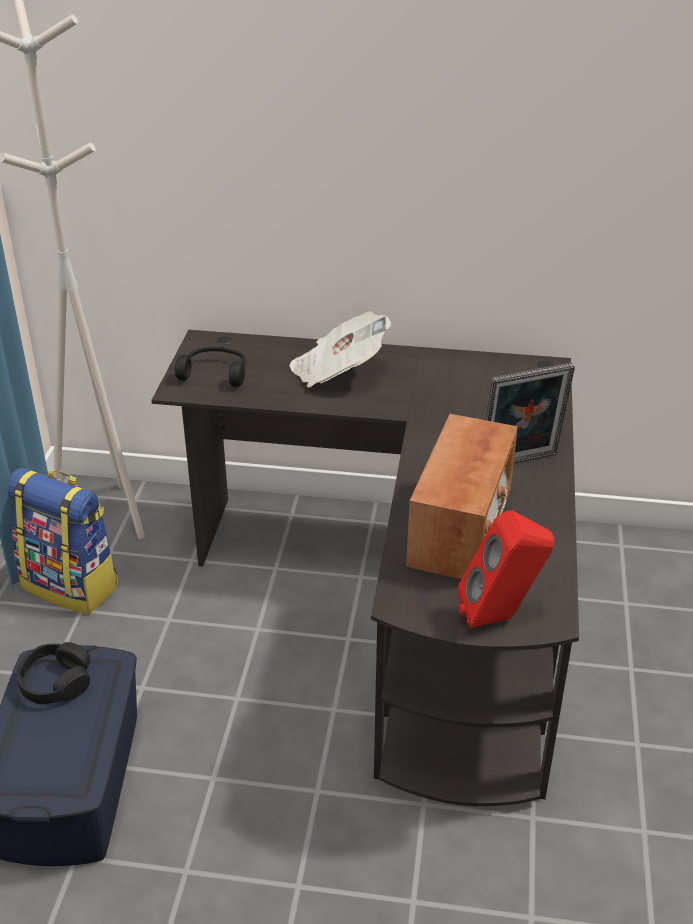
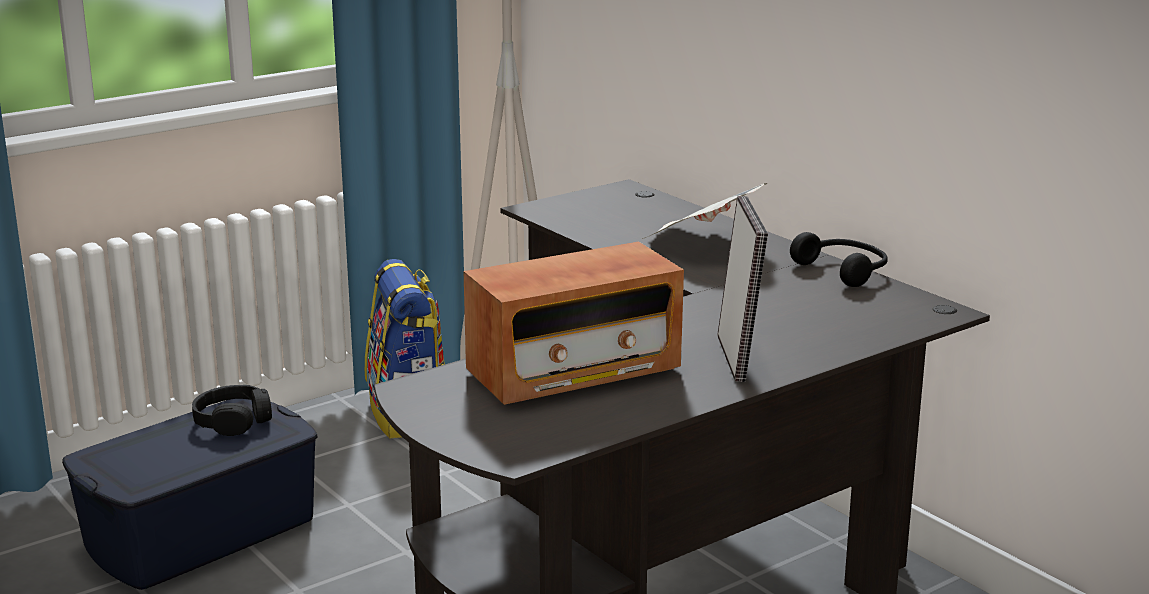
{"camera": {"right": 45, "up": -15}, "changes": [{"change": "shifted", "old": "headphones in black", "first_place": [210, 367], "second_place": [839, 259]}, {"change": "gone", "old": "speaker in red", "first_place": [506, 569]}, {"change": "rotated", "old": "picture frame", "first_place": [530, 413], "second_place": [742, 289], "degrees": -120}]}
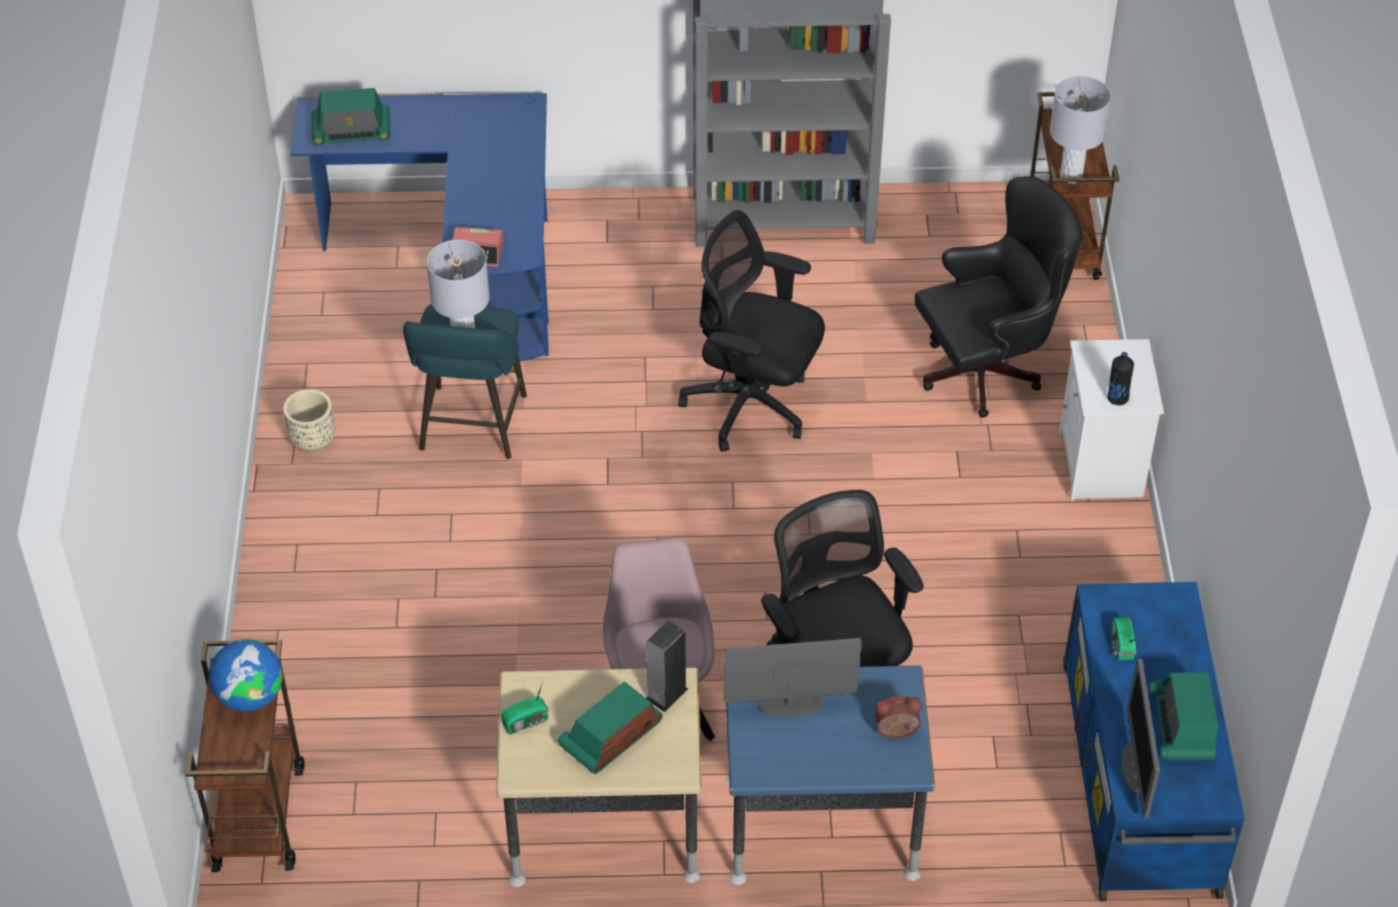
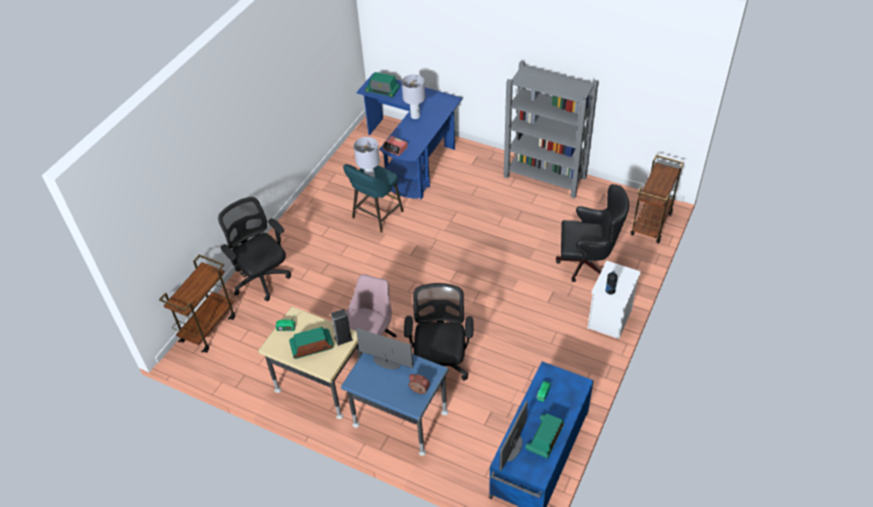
{"camera": {"right": 30, "up": 0}, "changes": [{"change": "gone", "old": "globe", "first_place": [246, 675]}, {"change": "gone", "old": "planter in beige", "first_place": [309, 421]}, {"change": "shifted", "old": "office chair in black", "first_place": [751, 331], "second_place": [254, 249]}, {"change": "shifted", "old": "table lamp in grey", "first_place": [1080, 129], "second_place": [413, 96]}]}
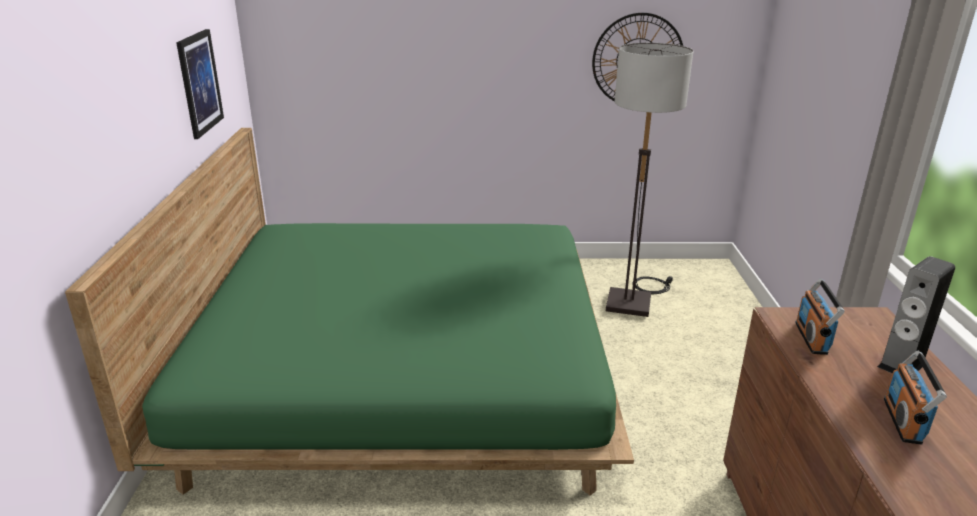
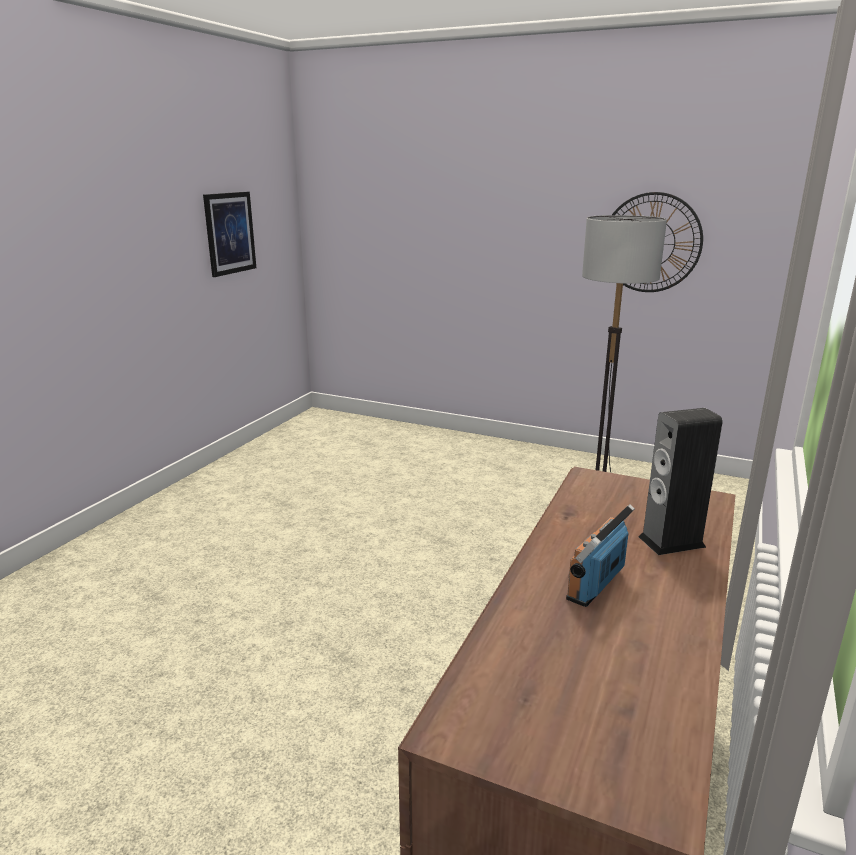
{"camera": {"right": 25, "up": -5}, "changes": [{"change": "gone", "old": "bed in green", "first_place": [349, 312]}, {"change": "gone", "old": "radio", "first_place": [820, 316]}]}
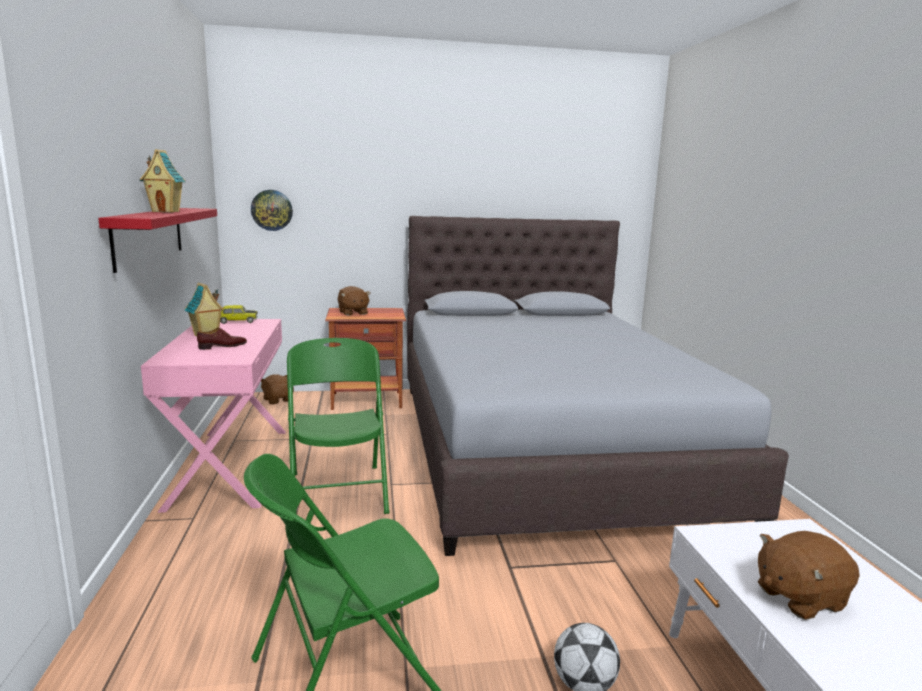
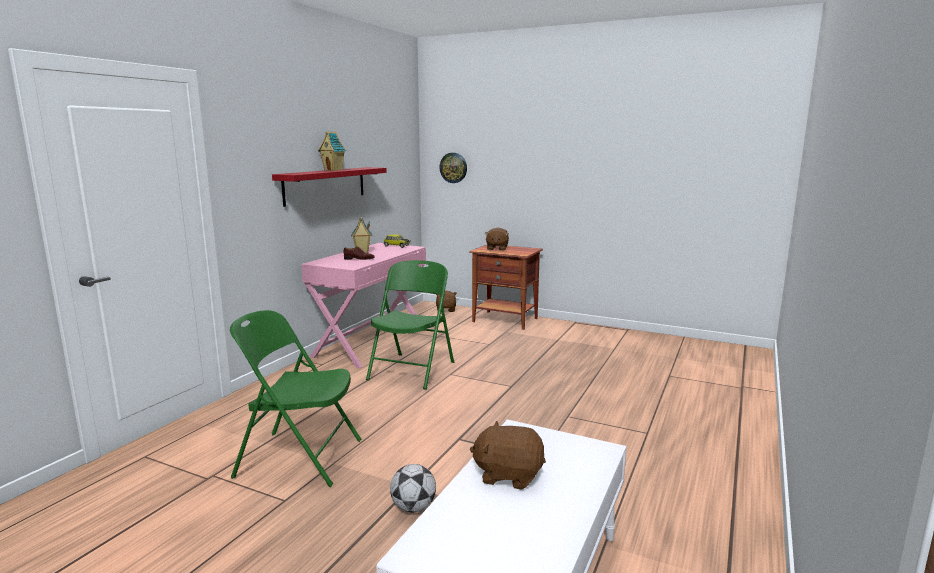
{"camera": {"right": 35, "up": 0}, "changes": [{"change": "gone", "old": "bed in grey", "first_place": [598, 386]}]}
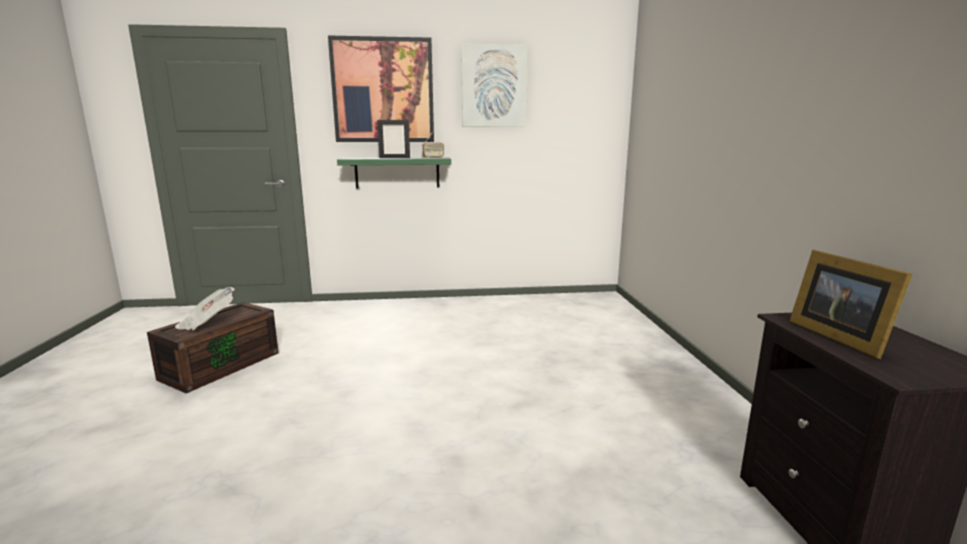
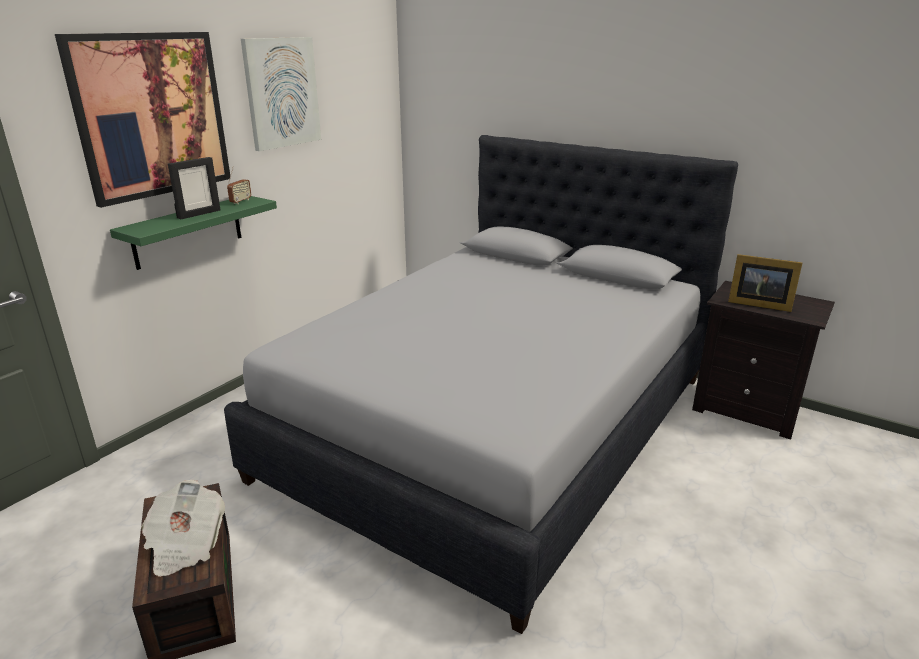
{"camera": {"right": -50, "up": 10}, "changes": [{"change": "new", "new": "bed in grey", "second_place": [481, 384]}]}
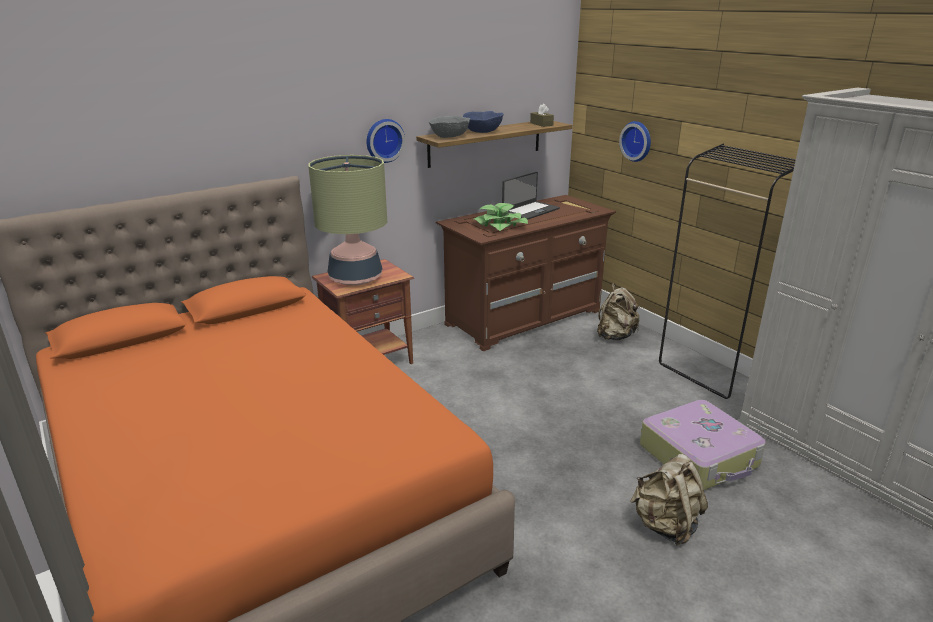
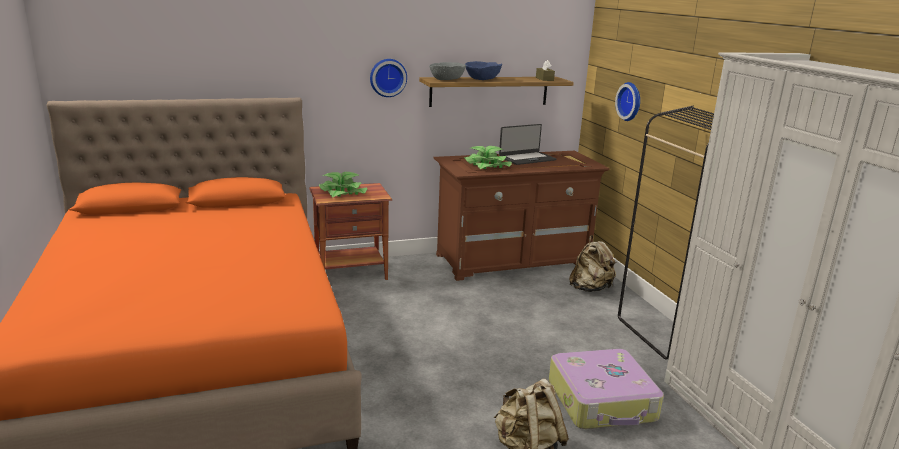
{"camera": {"right": 15, "up": -5}, "changes": [{"change": "swapped", "old": "table lamp", "new": "potted plant", "first_place": [347, 220], "second_place": [343, 185]}]}
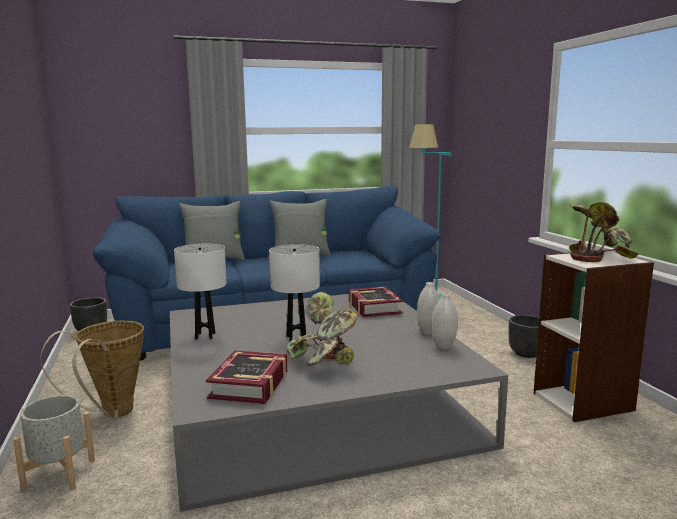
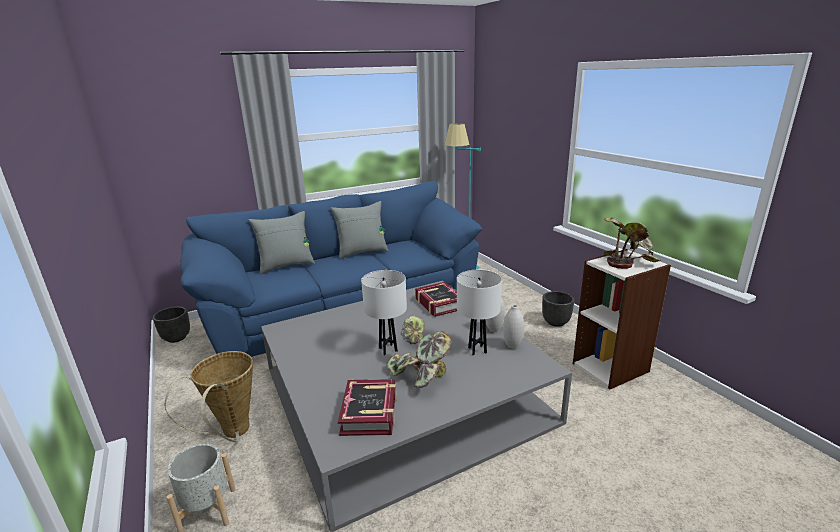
{"camera": {"right": -10, "up": 10}, "changes": [{"change": "shifted", "old": "table lamp in white", "first_place": [200, 292], "second_place": [479, 313]}]}
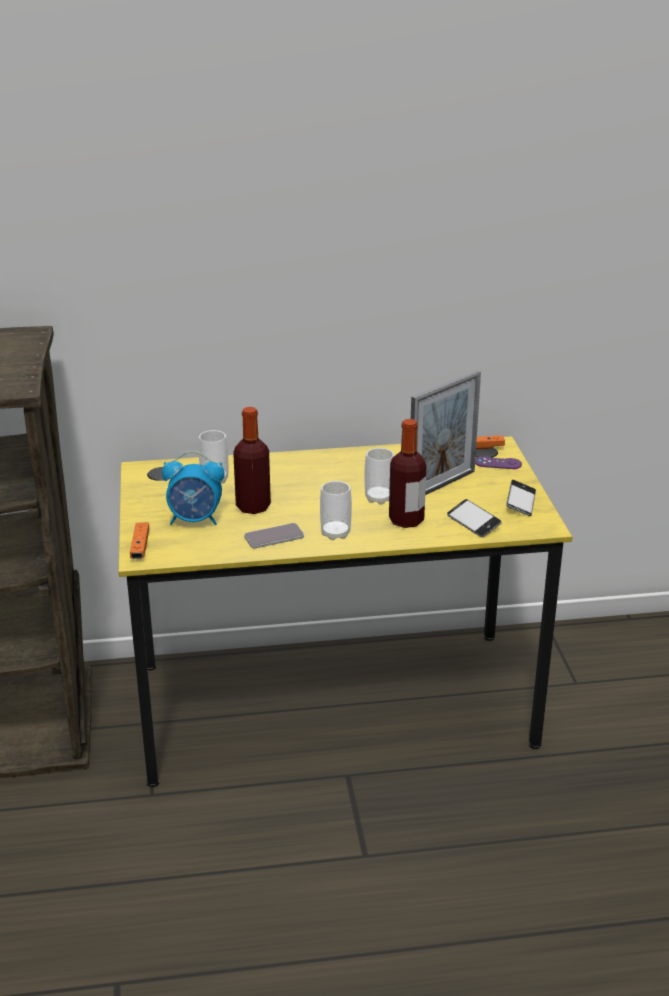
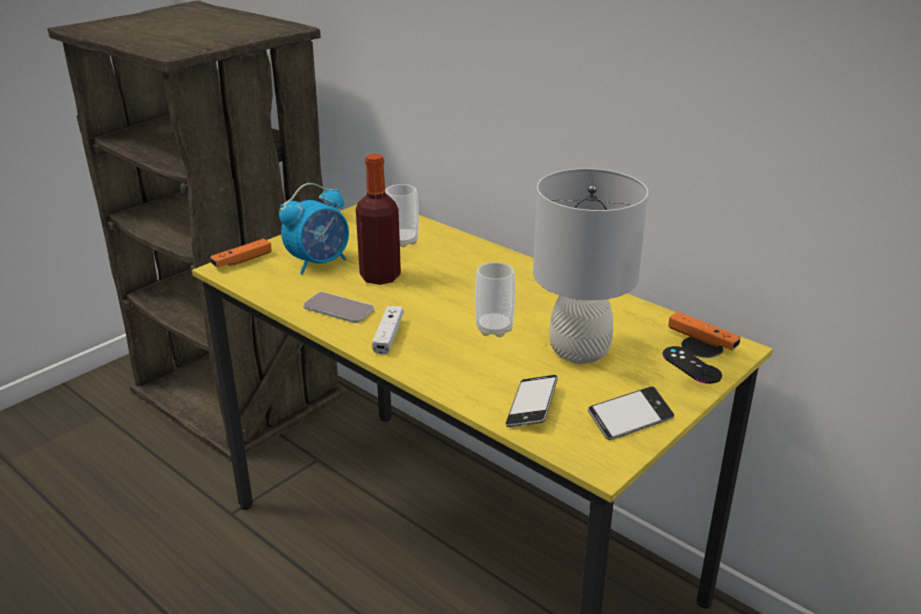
{"camera": {"right": 50, "up": 0}, "changes": [{"change": "rotated", "old": "alarm clock", "first_place": [193, 488], "second_place": [314, 229], "degrees": -90}, {"change": "swapped", "old": "cup", "new": "game controller in white", "first_place": [336, 510], "second_place": [387, 330]}, {"change": "gone", "old": "bottle", "first_place": [407, 473]}, {"change": "swapped", "old": "picture frame", "new": "table lamp in grey", "first_place": [446, 432], "second_place": [590, 266]}, {"change": "repainted", "old": "game controller in purple", "new": "game controller in black", "first_place": [498, 462], "second_place": [692, 365]}]}
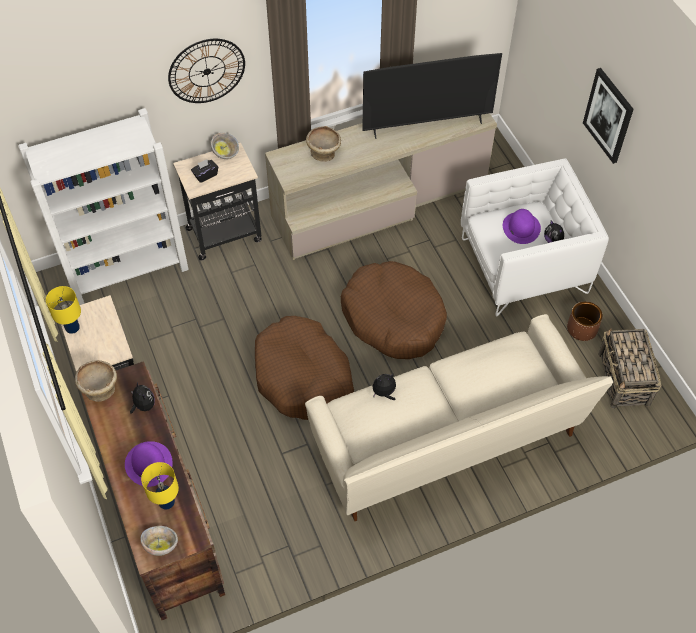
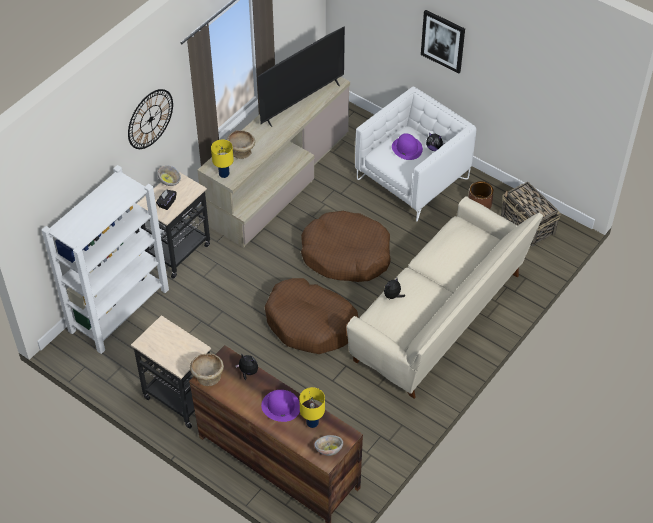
{"camera": {"right": -30, "up": -5}, "changes": [{"change": "shifted", "old": "table lamp in yellow", "first_place": [63, 310], "second_place": [222, 159]}]}
